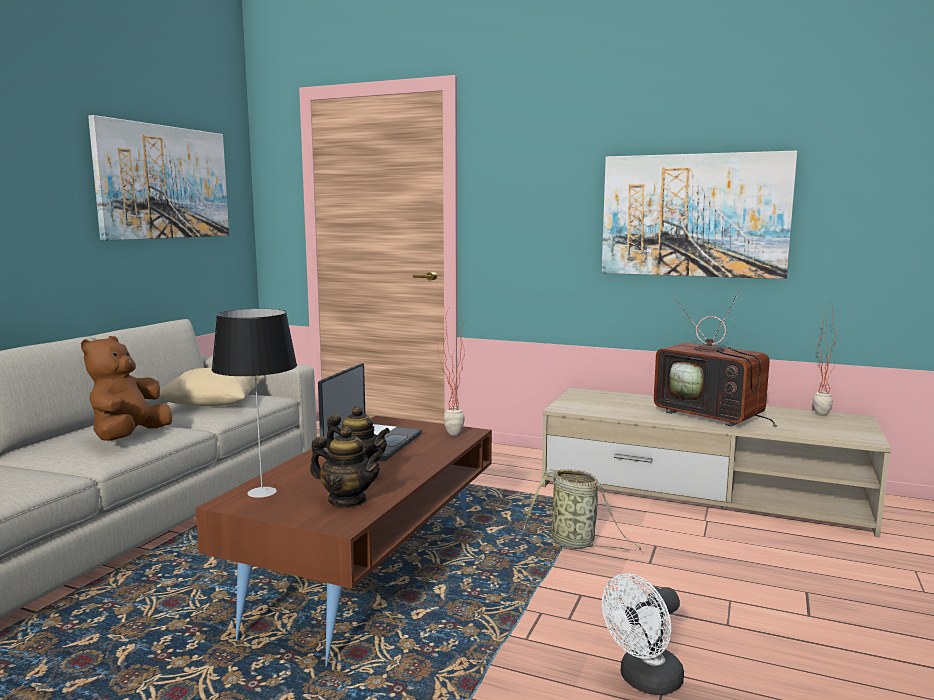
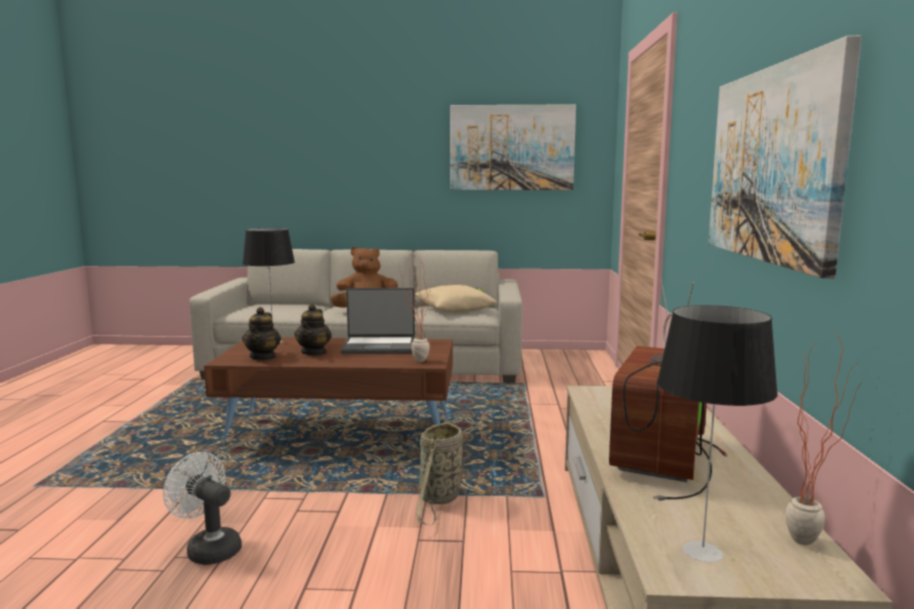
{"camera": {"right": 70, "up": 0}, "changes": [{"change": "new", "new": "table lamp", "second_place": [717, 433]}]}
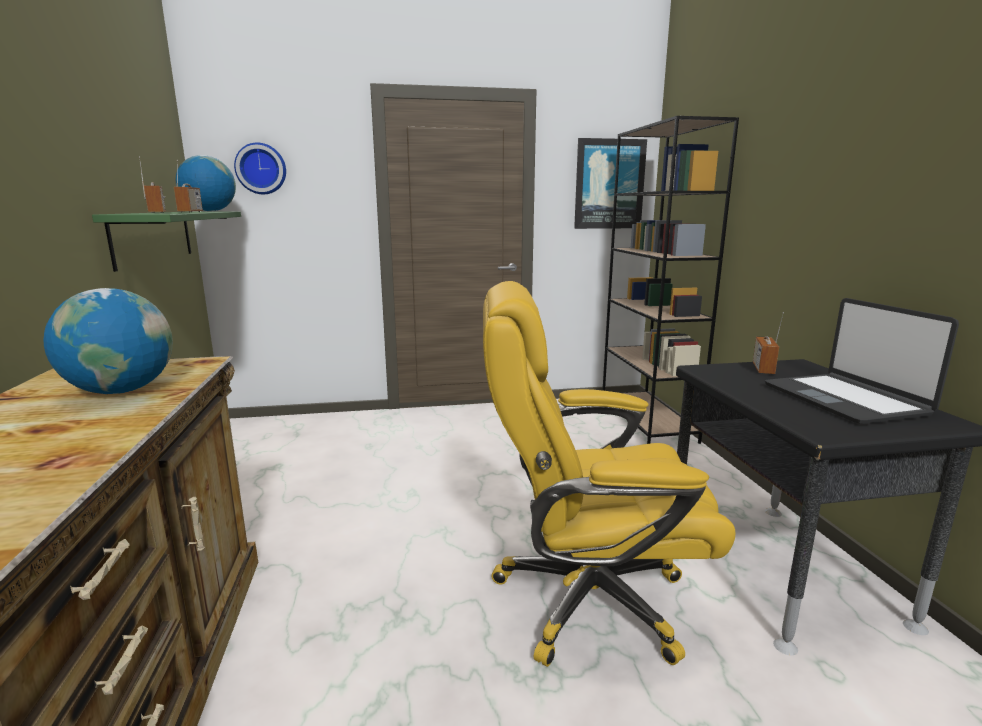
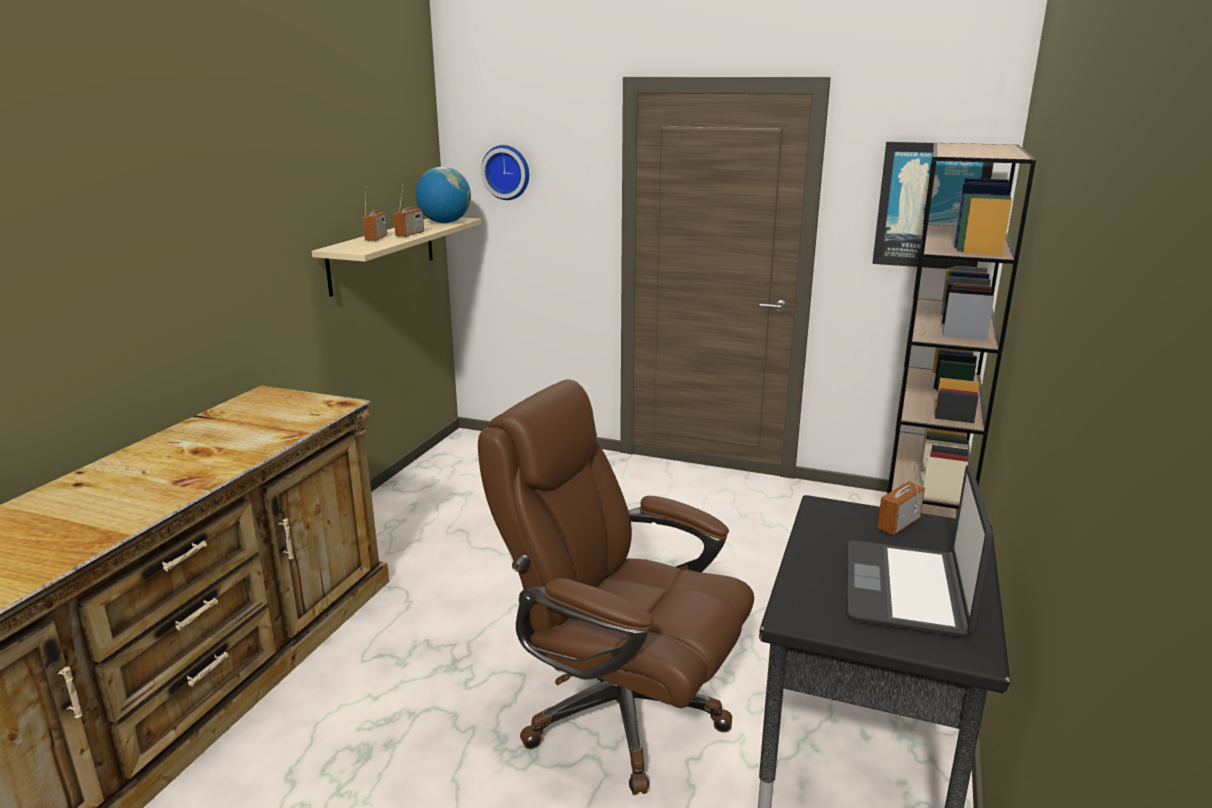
{"camera": {"right": 30, "up": 5}, "changes": [{"change": "gone", "old": "globe", "first_place": [108, 341]}, {"change": "repainted", "old": "shelf in green", "new": "shelf in beige", "first_place": [166, 241], "second_place": [397, 257]}, {"change": "repainted", "old": "office chair in yellow", "new": "office chair in brown", "first_place": [609, 474], "second_place": [616, 587]}]}
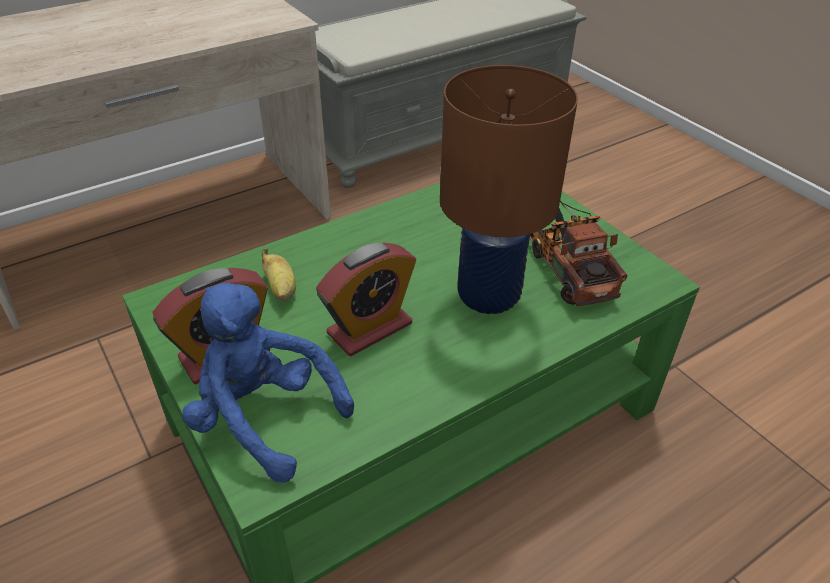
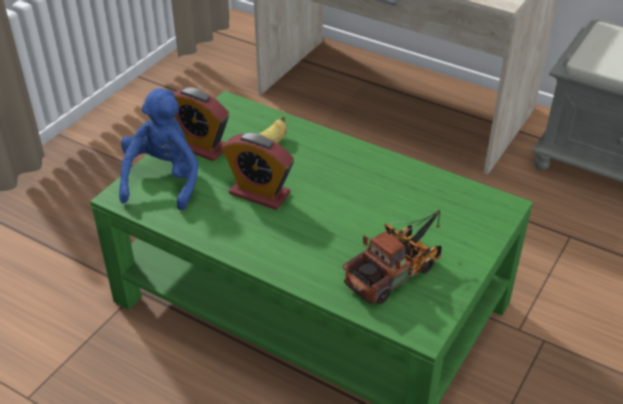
{"camera": {"right": 65, "up": 0}, "changes": [{"change": "gone", "old": "table lamp in brown", "first_place": [509, 189]}]}
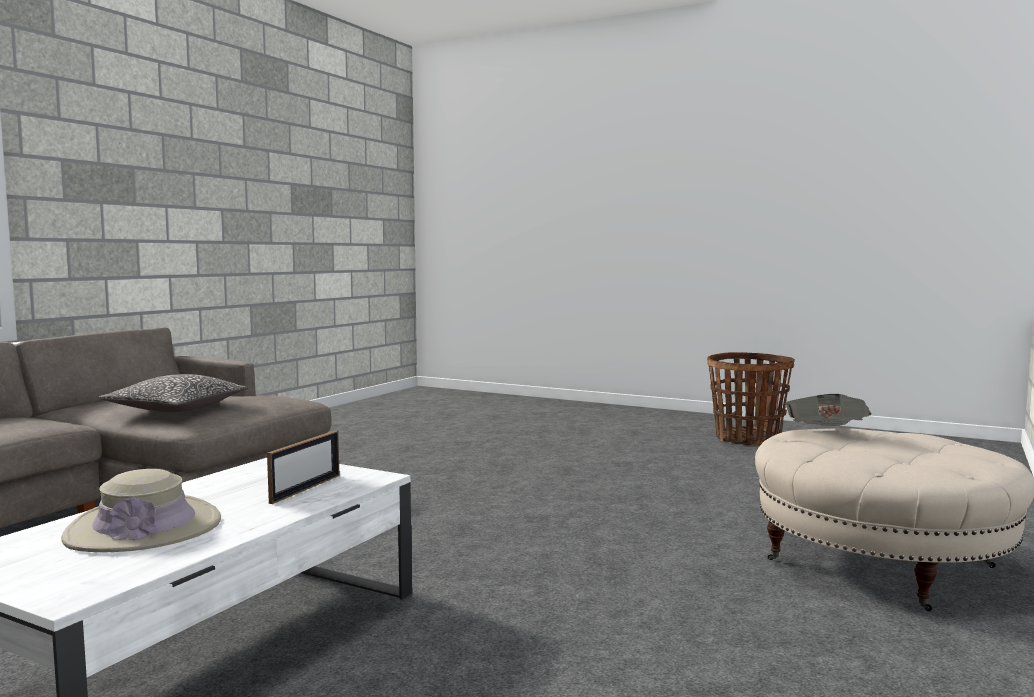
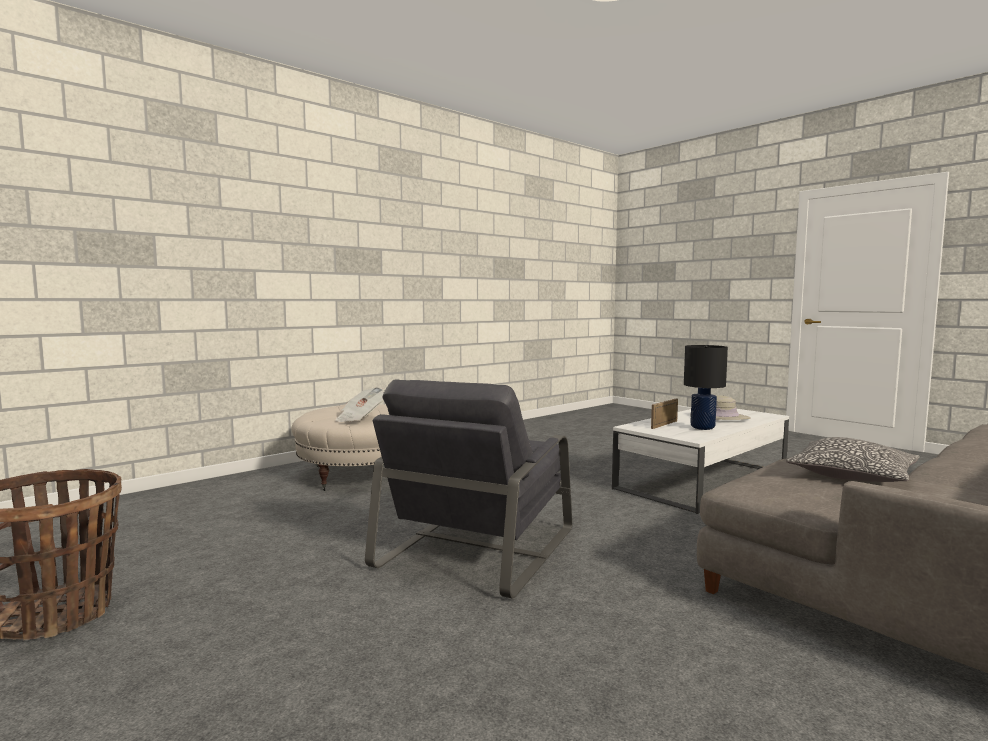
{"camera": {"right": -160, "up": 0}, "changes": [{"change": "new", "new": "armchair in grey", "second_place": [468, 489]}, {"change": "new", "new": "table lamp in black", "second_place": [706, 387]}]}
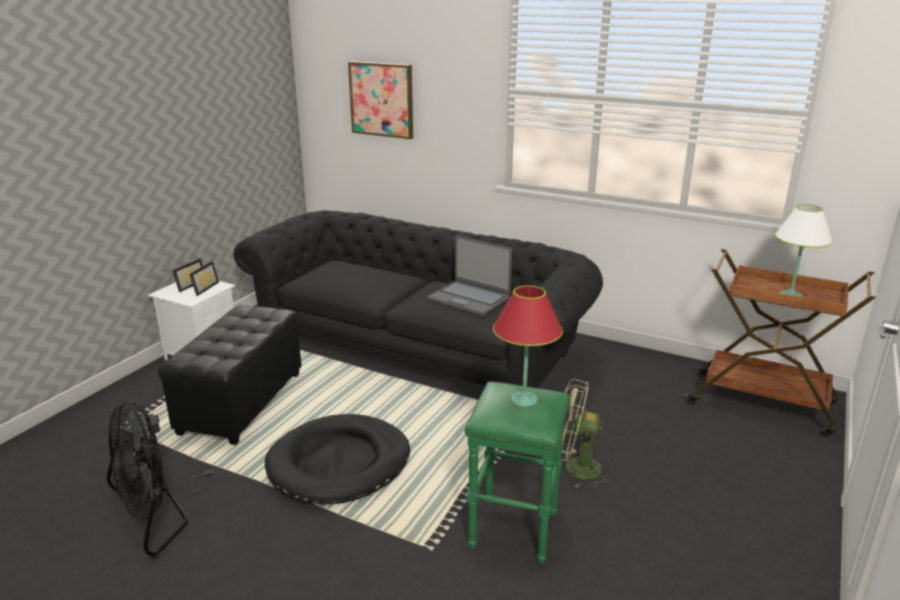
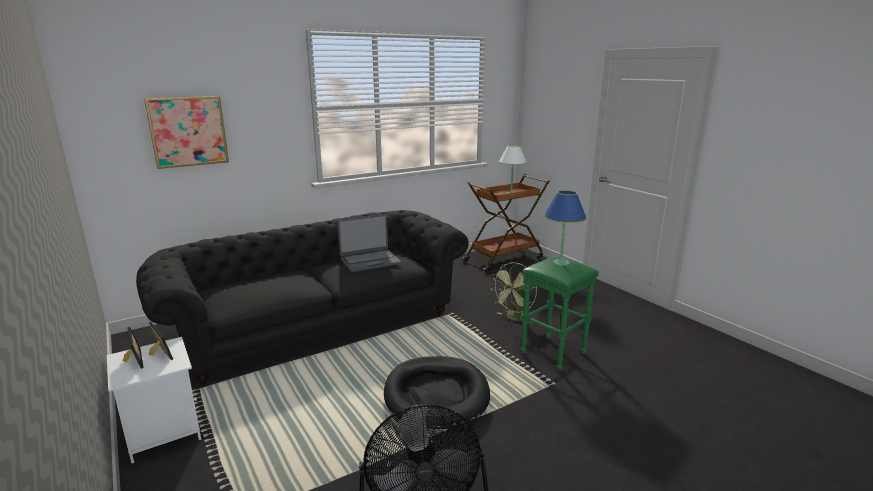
{"camera": {"right": -60, "up": -5}, "changes": [{"change": "gone", "old": "ottoman in black", "first_place": [230, 375]}, {"change": "repainted", "old": "table lamp in red", "new": "table lamp in blue", "first_place": [528, 345], "second_place": [565, 228]}]}
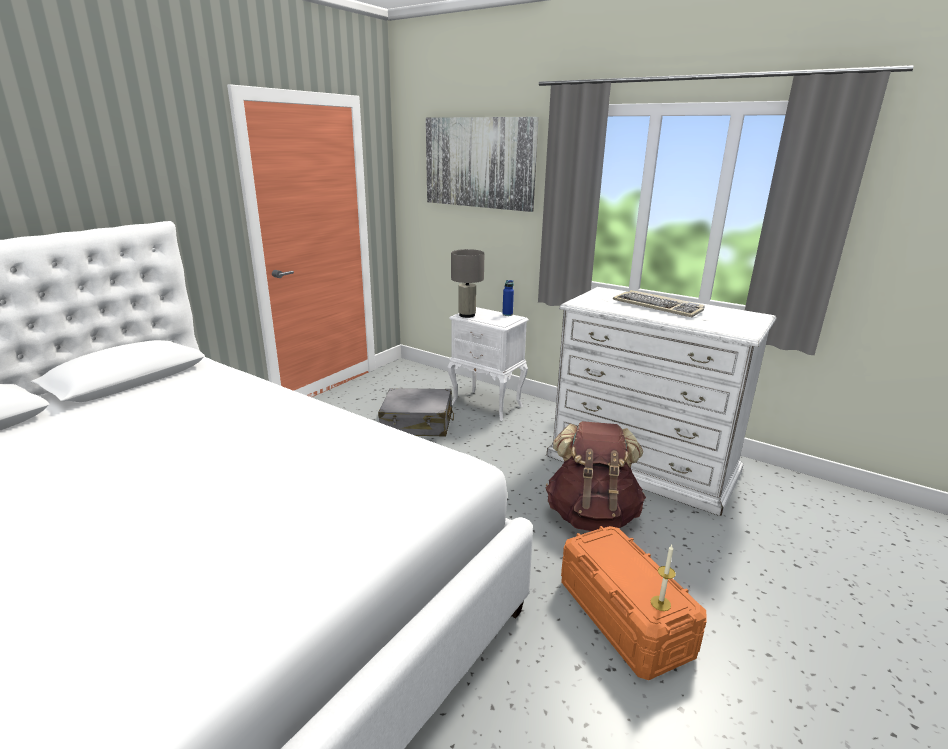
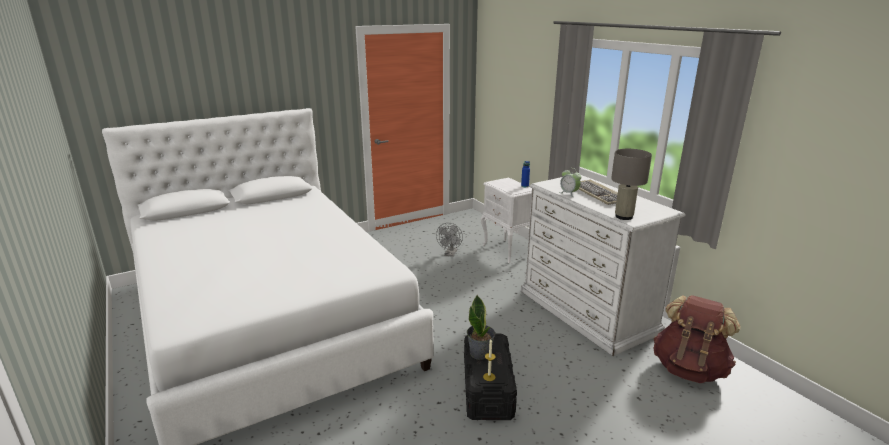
{"camera": {"right": 25, "up": 0}, "changes": [{"change": "swapped", "old": "suitcase in grey", "new": "fan in grey", "first_place": [416, 412], "second_place": [449, 240]}, {"change": "gone", "old": "picture", "first_place": [482, 164]}, {"change": "shifted", "old": "table lamp in grey", "first_place": [467, 283], "second_place": [631, 184]}, {"change": "shifted", "old": "backpack in brown", "first_place": [595, 476], "second_place": [696, 339]}, {"change": "repainted", "old": "storage box in orange", "new": "storage box in black", "first_place": [634, 603], "second_place": [490, 376]}, {"change": "new", "new": "potted plant", "second_place": [481, 327]}, {"change": "new", "new": "alarm clock", "second_place": [570, 182]}]}
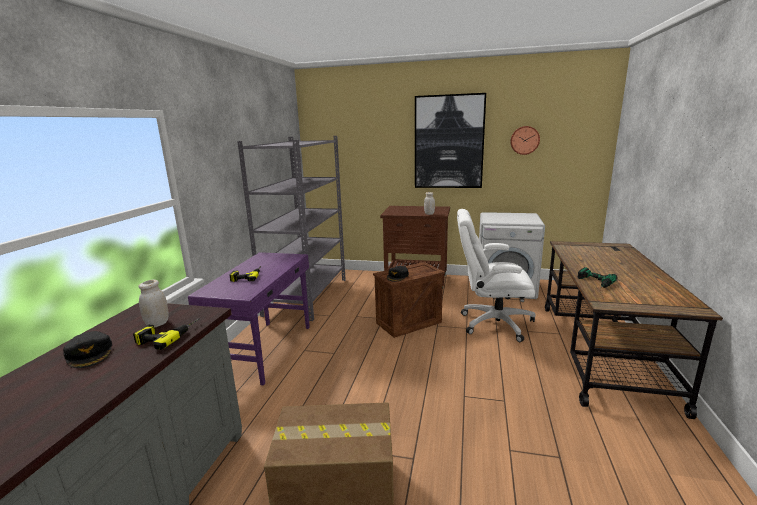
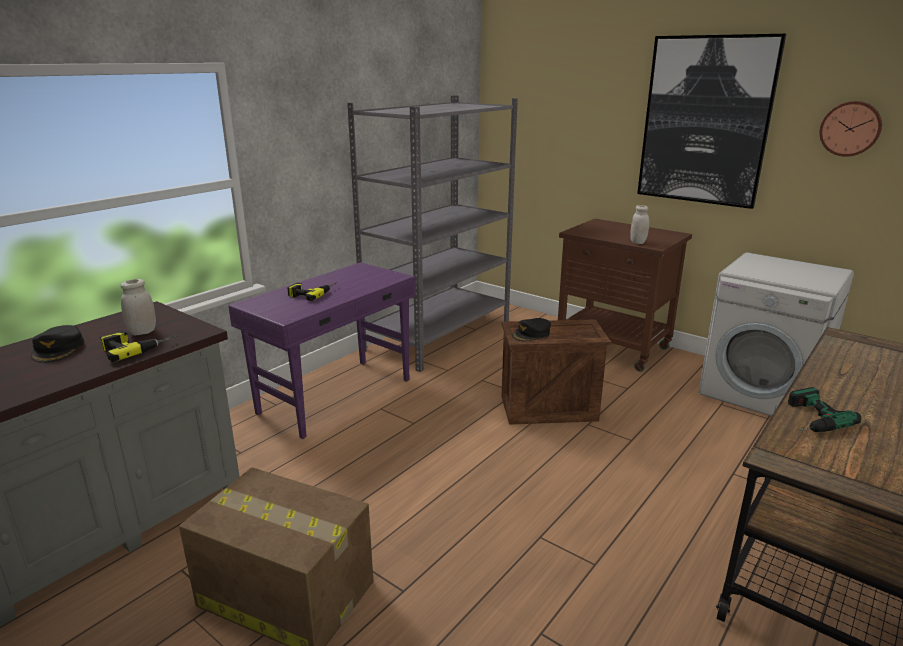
{"camera": {"right": 25, "up": 5}, "changes": [{"change": "gone", "old": "office chair in white", "first_place": [496, 275]}]}
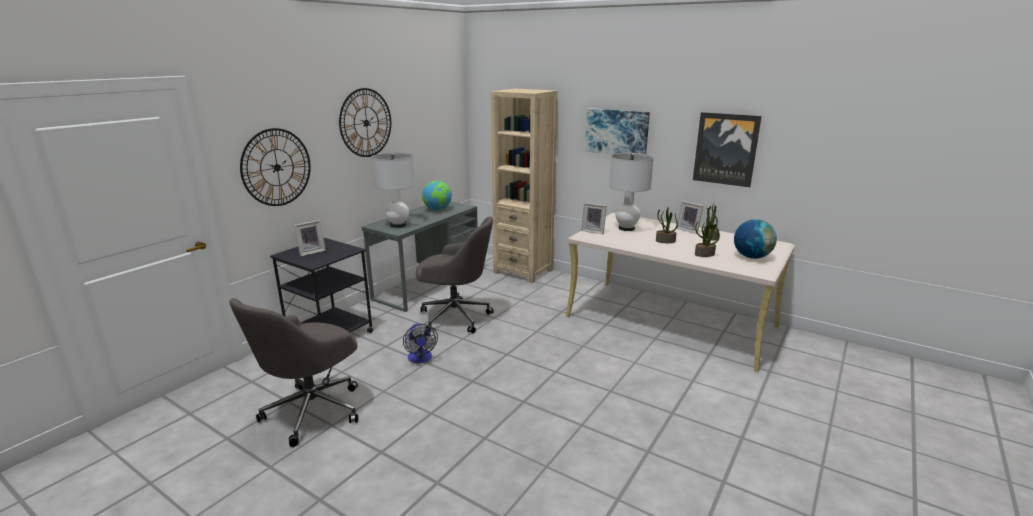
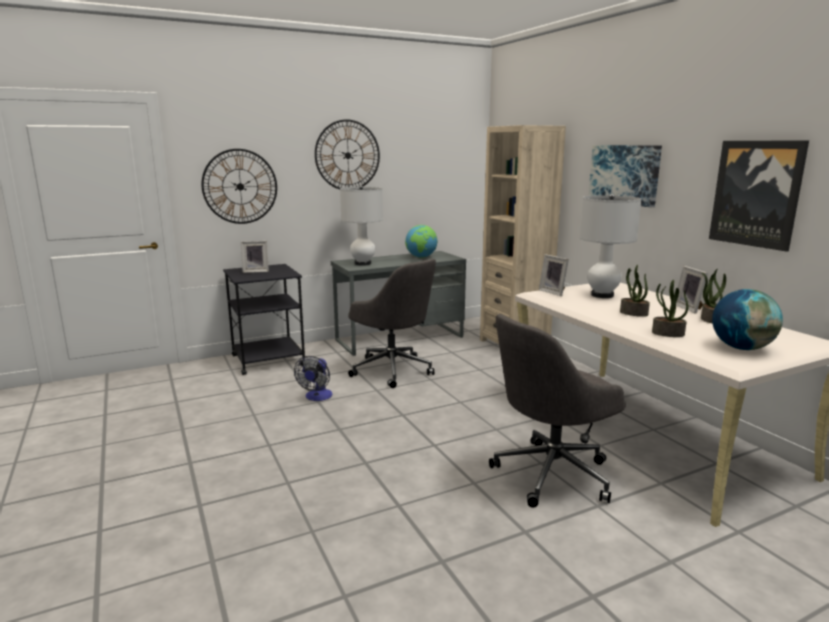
{"camera": {"right": 30, "up": -5}, "changes": [{"change": "shifted", "old": "office chair in grey", "first_place": [293, 372], "second_place": [557, 411]}]}
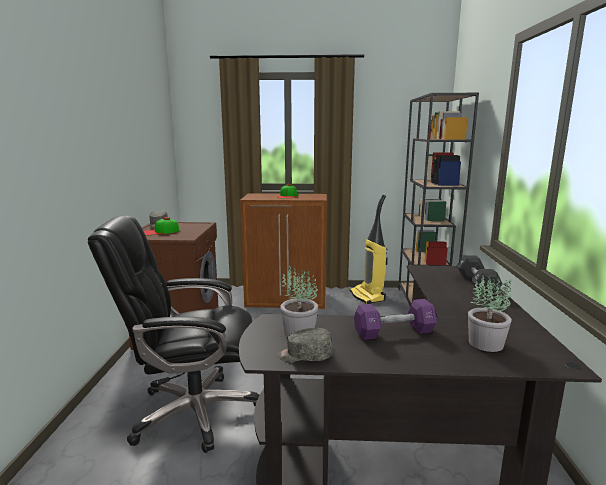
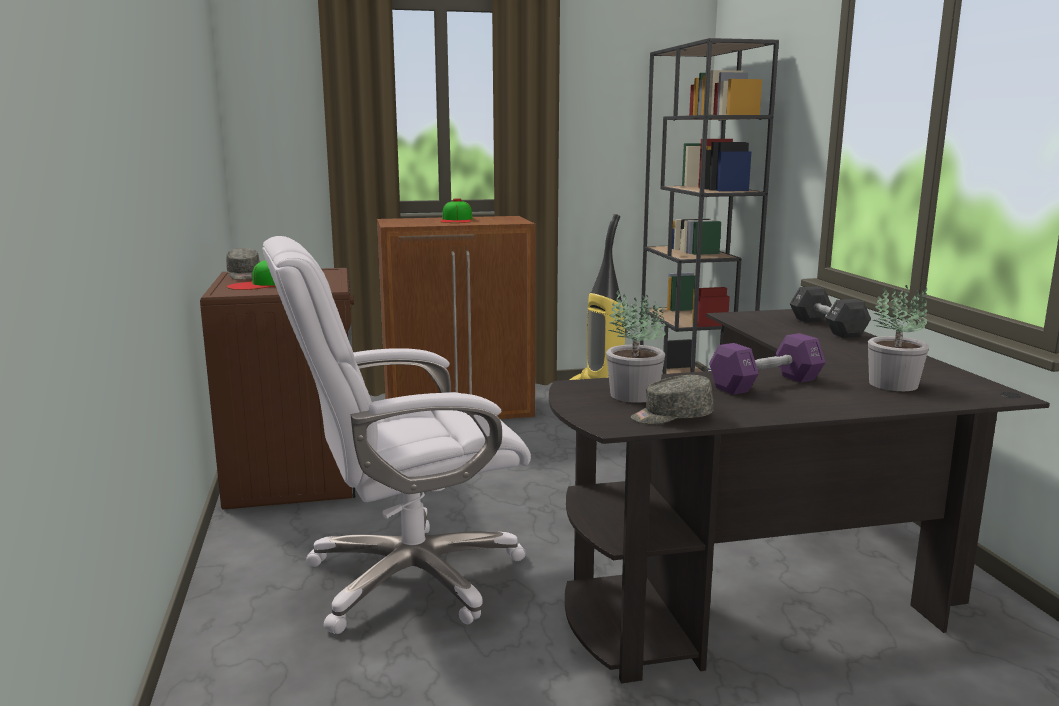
{"camera": {"right": -15, "up": 0}, "changes": [{"change": "repainted", "old": "office chair in black", "new": "office chair in white", "first_place": [173, 334], "second_place": [396, 435]}]}
